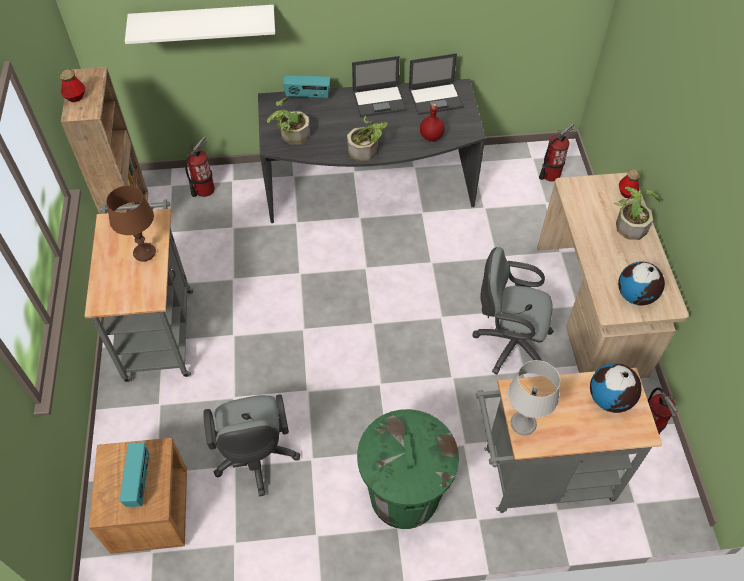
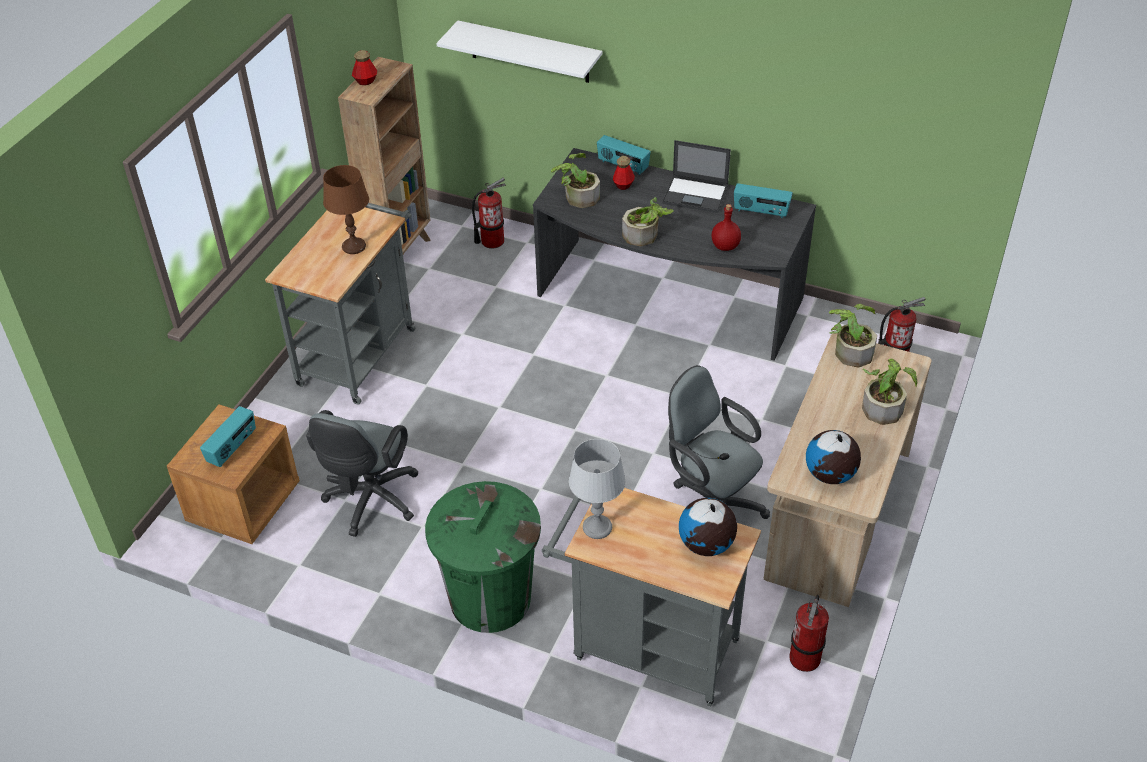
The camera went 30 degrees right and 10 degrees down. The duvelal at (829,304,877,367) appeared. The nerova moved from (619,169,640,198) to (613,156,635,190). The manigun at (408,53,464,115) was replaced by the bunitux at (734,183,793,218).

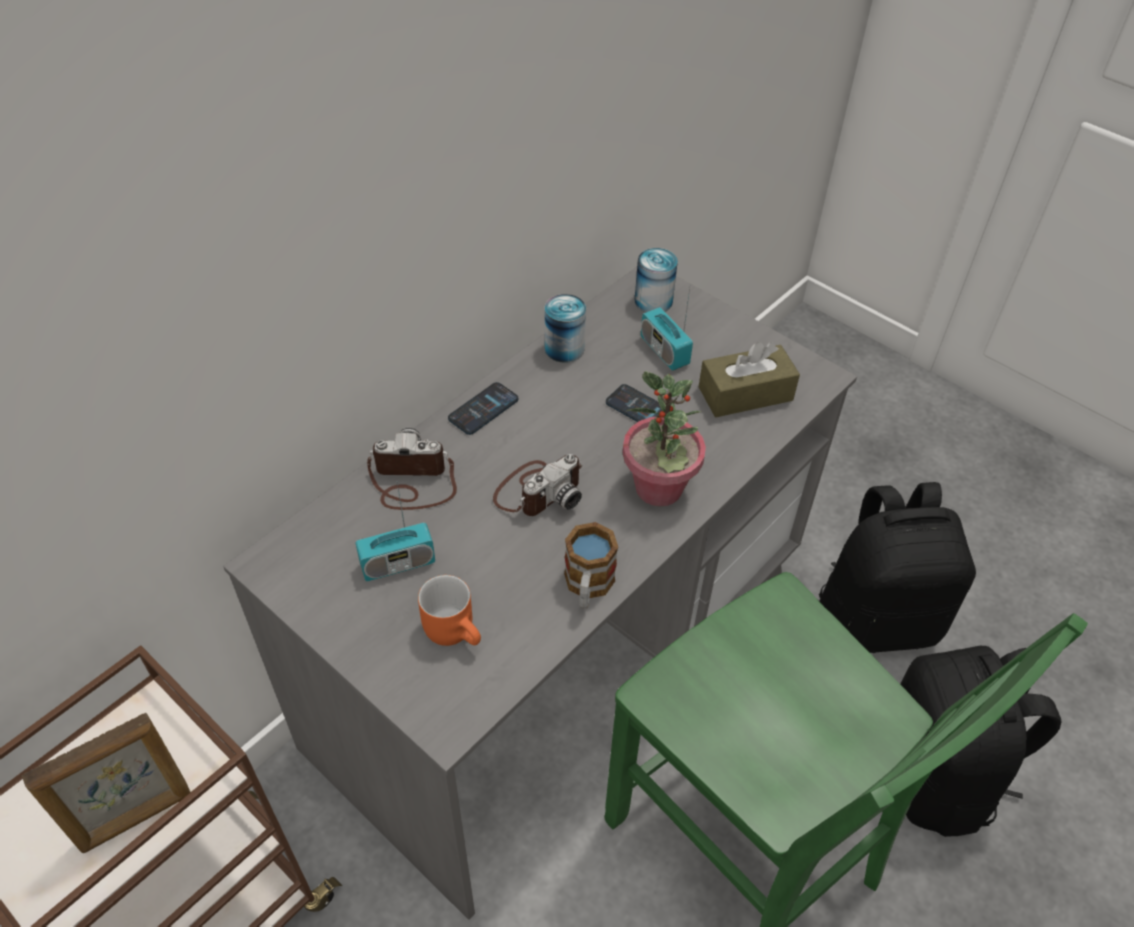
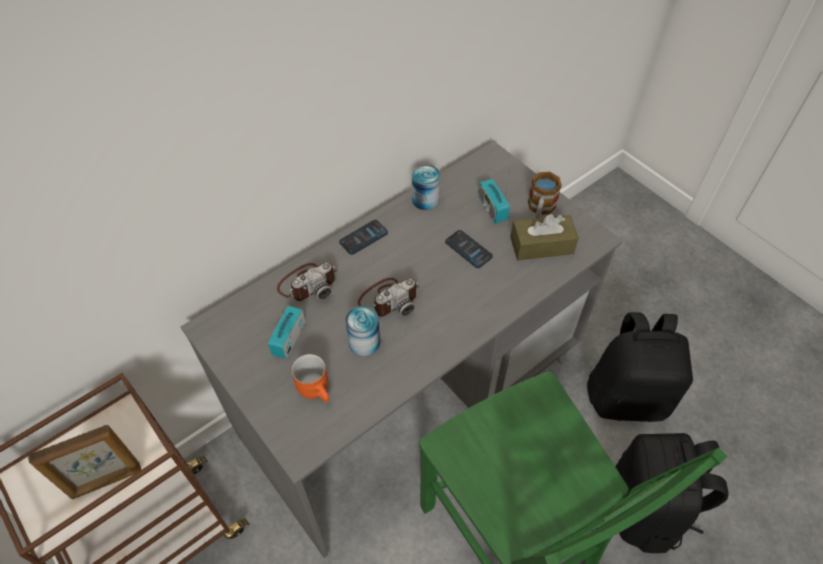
The camera went 10 degrees right and 5 degrees up. The duvelal at (623,371,706,506) disappeared. The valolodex moved from (564,522,618,608) to (528,172,562,218). The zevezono moved from (635,248,678,312) to (346,306,380,356). The bunitux at (355,483,435,581) turned 120 degrees clockwise. The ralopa at (367,428,457,510) turned 135 degrees clockwise.

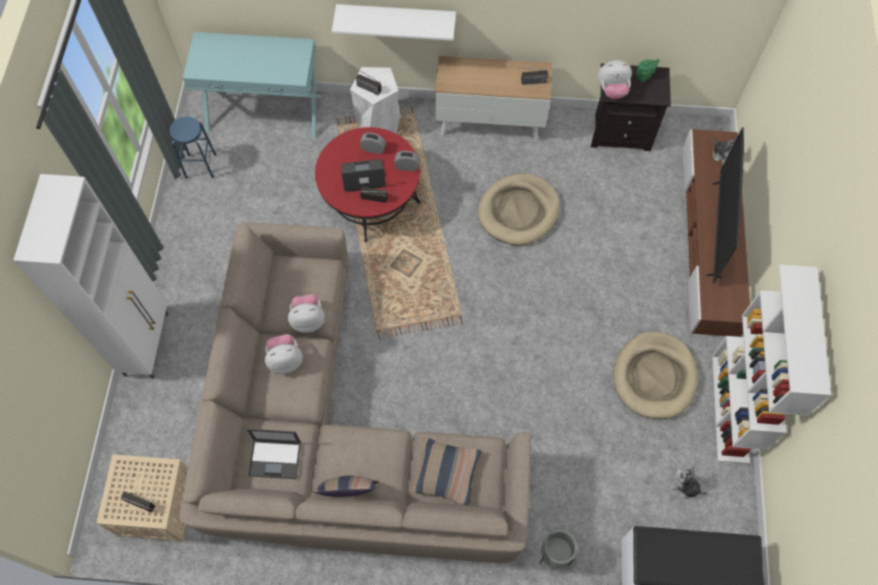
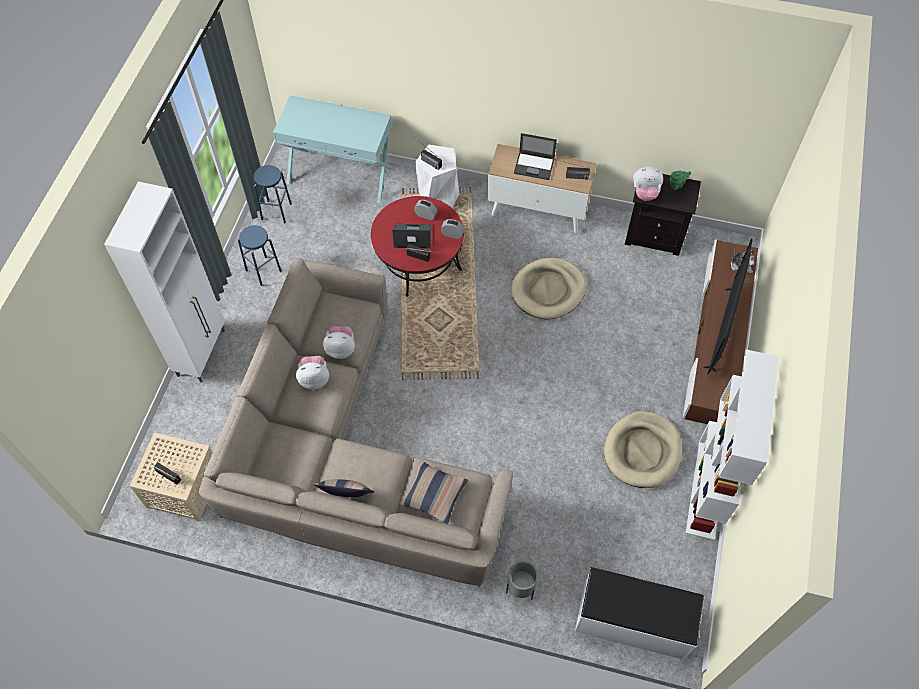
The camera went 10 degrees right and 5 degrees down. The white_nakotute at (332,4,456,41) disappeared. The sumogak at (669,466,707,499) disappeared. The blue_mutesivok at (238,225,282,286) appeared. The manigun moved from (247,429,301,479) to (514,133,557,180).

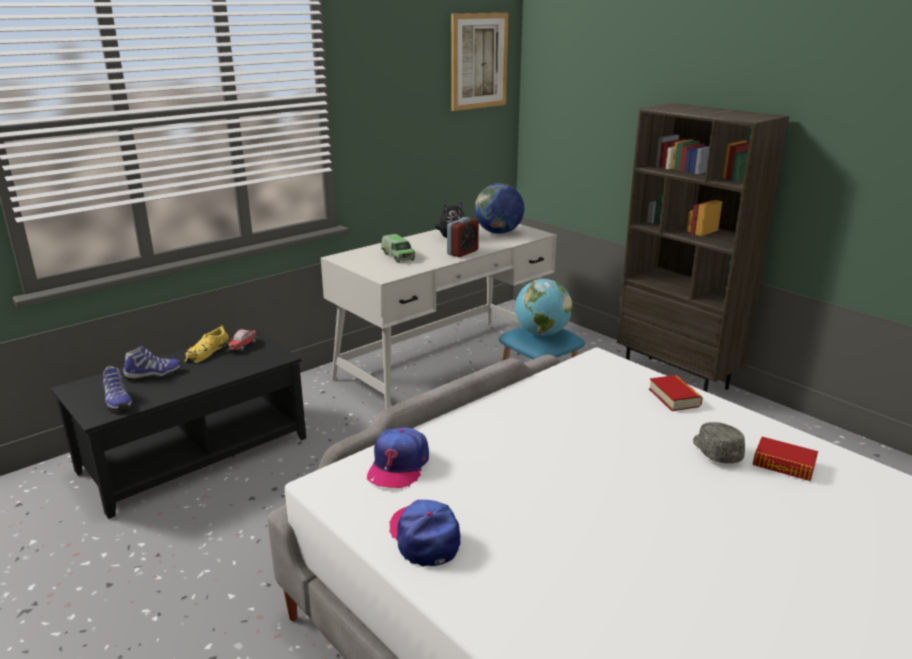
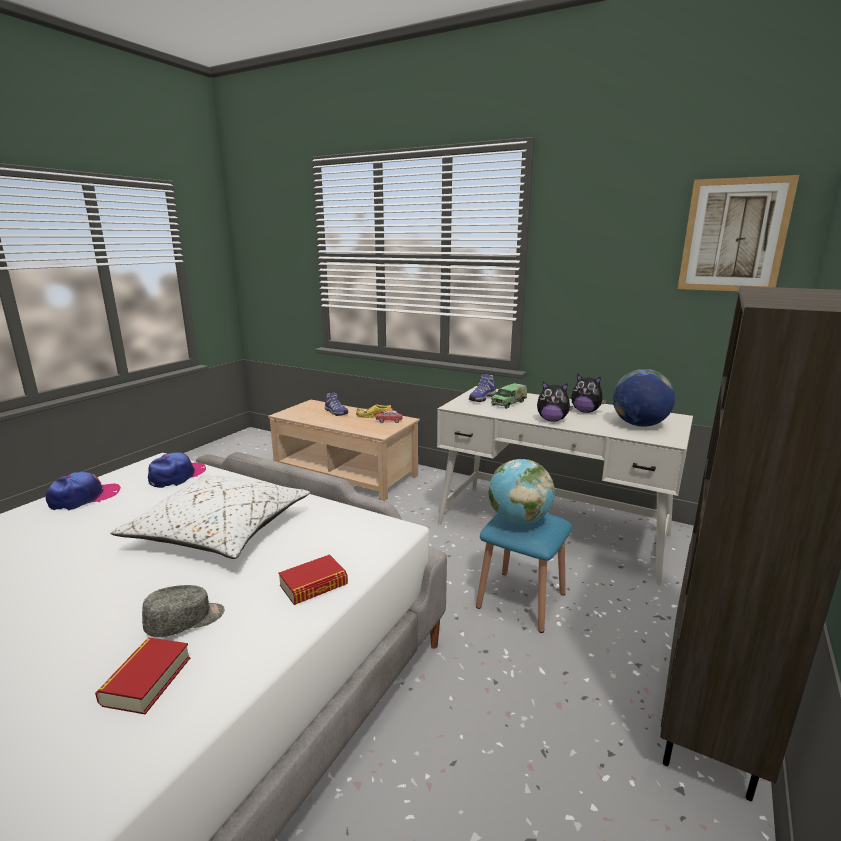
The camera went 70 degrees right and 5 degrees down. The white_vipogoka at (111,474,310,559) appeared. The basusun moved from (103,366,132,411) to (469,374,496,402). The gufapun at (447,217,479,257) was replaced by the sumogak at (537,381,573,422). The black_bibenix at (51,329,306,519) became the beige_bibenix at (268,400,420,501). The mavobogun at (367,427,429,488) turned 120 degrees clockwise.

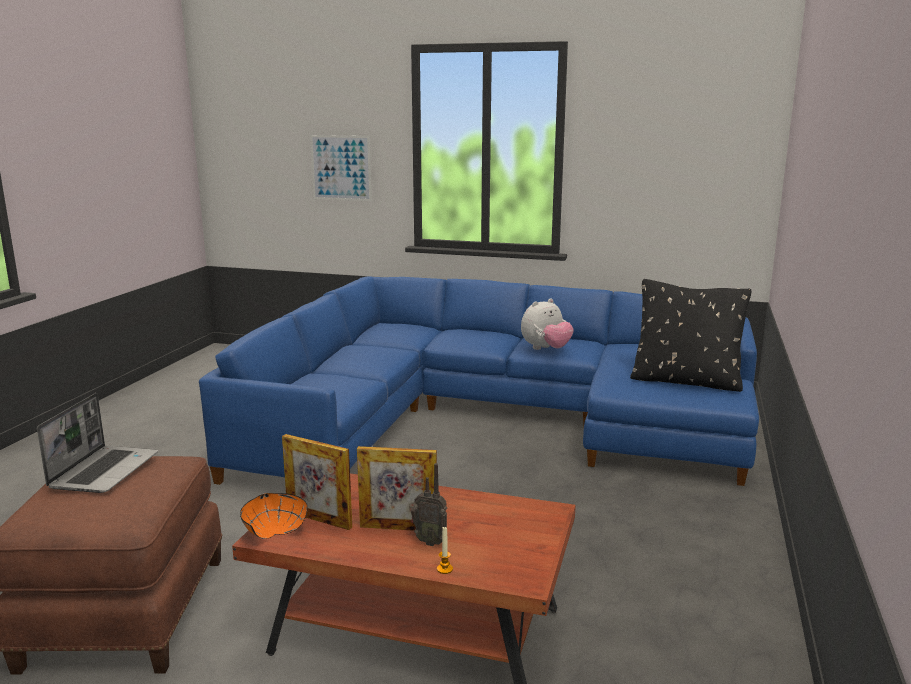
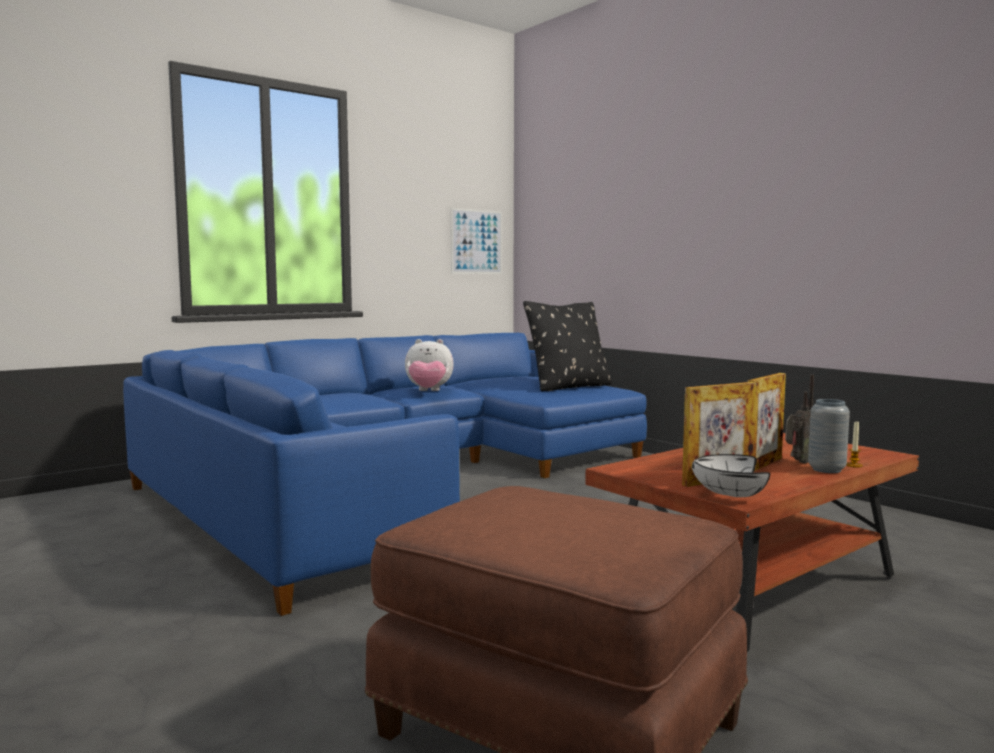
The camera went 55 degrees left and 10 degrees down. The manigun at (37,393,158,493) disappeared. The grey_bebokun at (808,399,850,473) appeared. The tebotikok moved from (310,135,372,201) to (451,208,502,274). The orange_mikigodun at (240,493,308,539) became the white_mikigodun at (692,454,770,497). The sumogak at (521,299,574,350) turned 90 degrees clockwise.

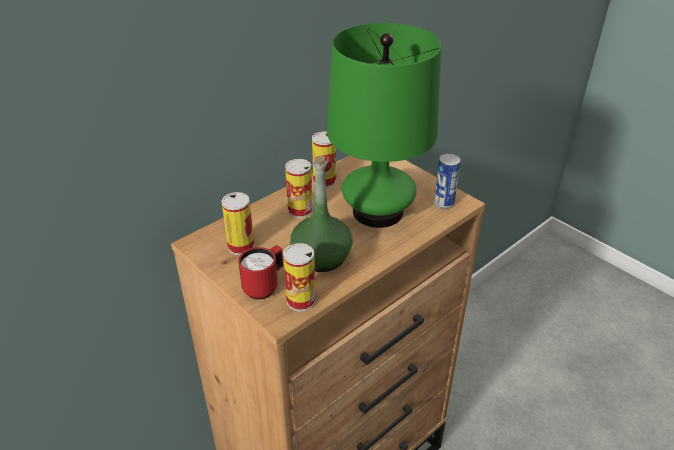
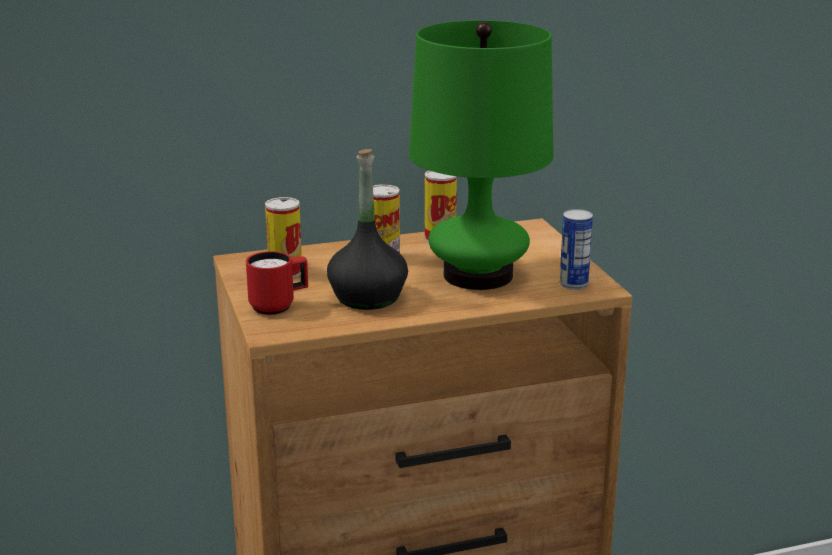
The camera went 25 degrees right and 15 degrees down. The zevezono at (283,243,316,312) disappeared. The green_nerova at (290,155,353,272) became the black_nerova at (327,149,408,310).

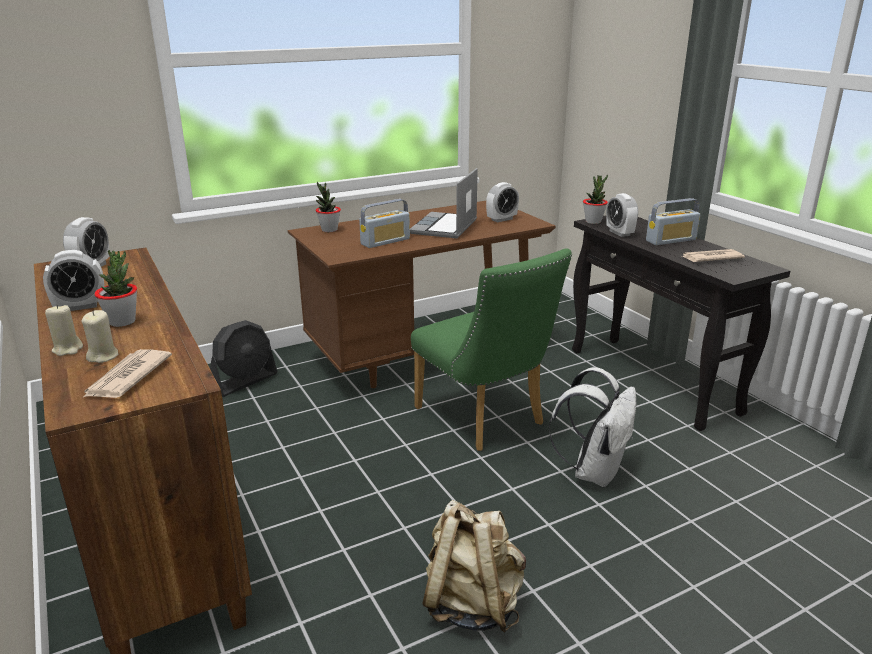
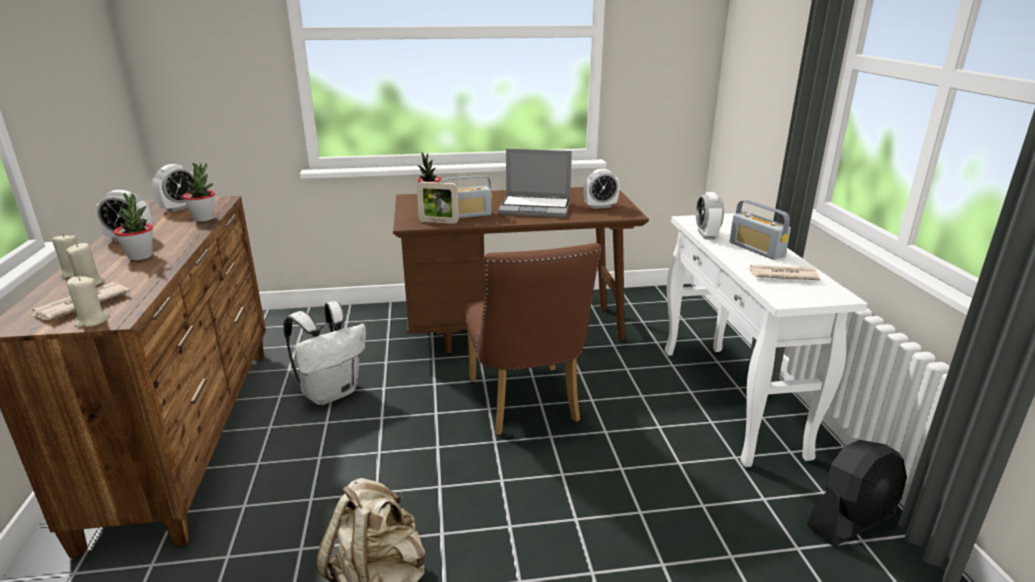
The camera went 20 degrees right and 0 degrees up. The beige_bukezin at (67,276,108,328) appeared. The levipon at (417,182,459,224) appeared. The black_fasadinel moved from (210,320,277,397) to (807,440,907,547). The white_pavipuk moved from (549,367,636,487) to (284,301,366,405). The duvelal moved from (583,174,608,224) to (183,163,215,222). The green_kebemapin at (411,249,572,451) became the brown_kebemapin at (464,243,601,435). The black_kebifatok at (572,215,790,431) became the white_kebifatok at (665,213,867,467). The manigun at (410,168,478,238) turned 120 degrees counterclockwise. The bunitux at (646,198,700,245) turned 60 degrees clockwise.

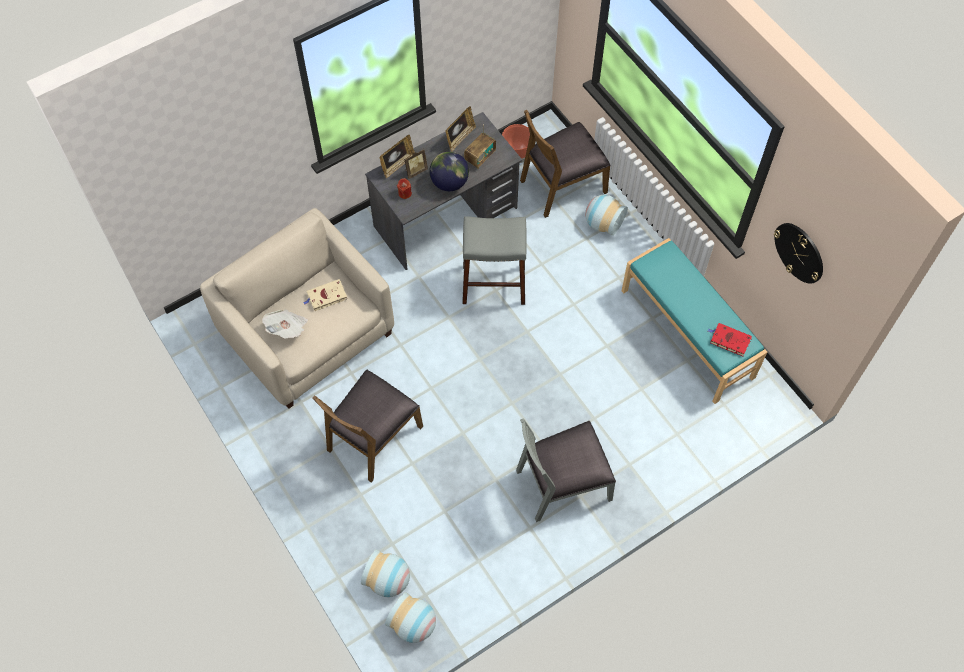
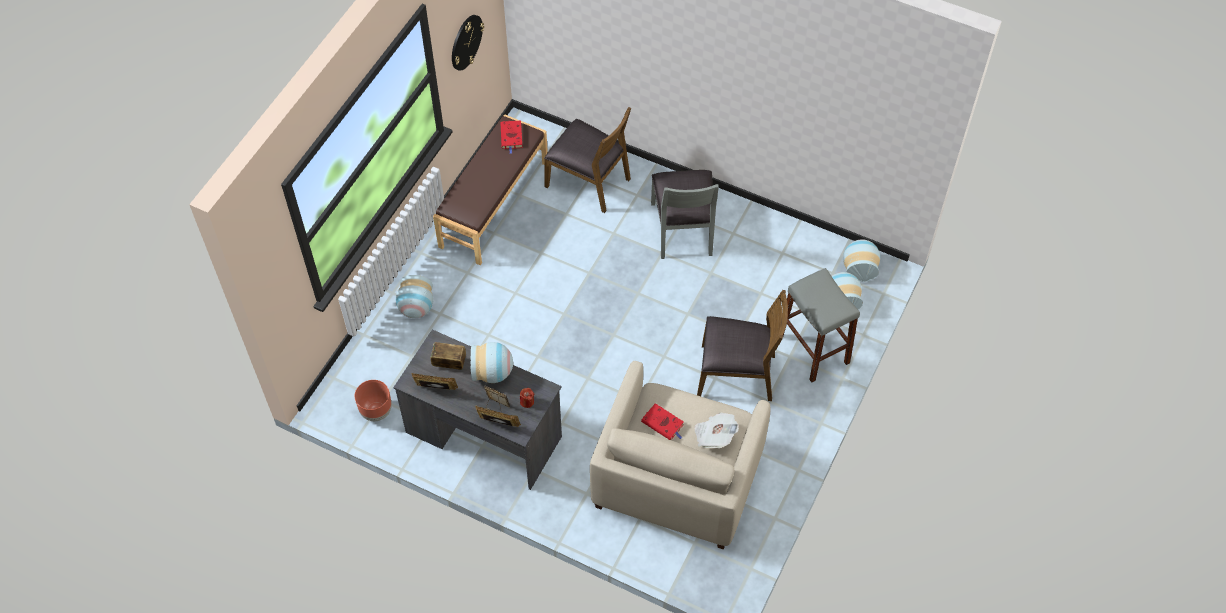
The camera went 120 degrees left and 5 degrees down. The grey_mutesivok moved from (462,216,527,305) to (783,268,860,383). The brown_kebemapin moved from (520,109,611,218) to (544,107,631,213). The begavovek at (429,152,469,191) was replaced by the bebokun at (470,342,513,383). The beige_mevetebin at (303,279,347,311) became the red_mevetebin at (641,403,684,440). The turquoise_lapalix at (622,238,767,404) became the brown_lapalix at (433,114,548,265). The grey_kebemapin at (516,418,616,522) turned 45 degrees clockwise.

